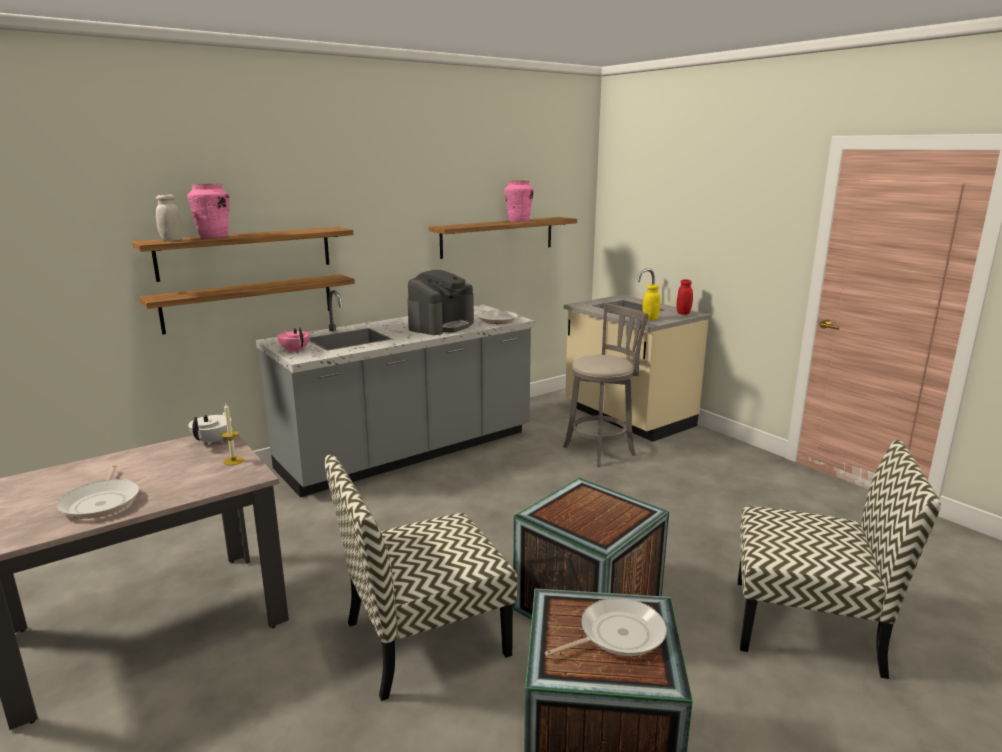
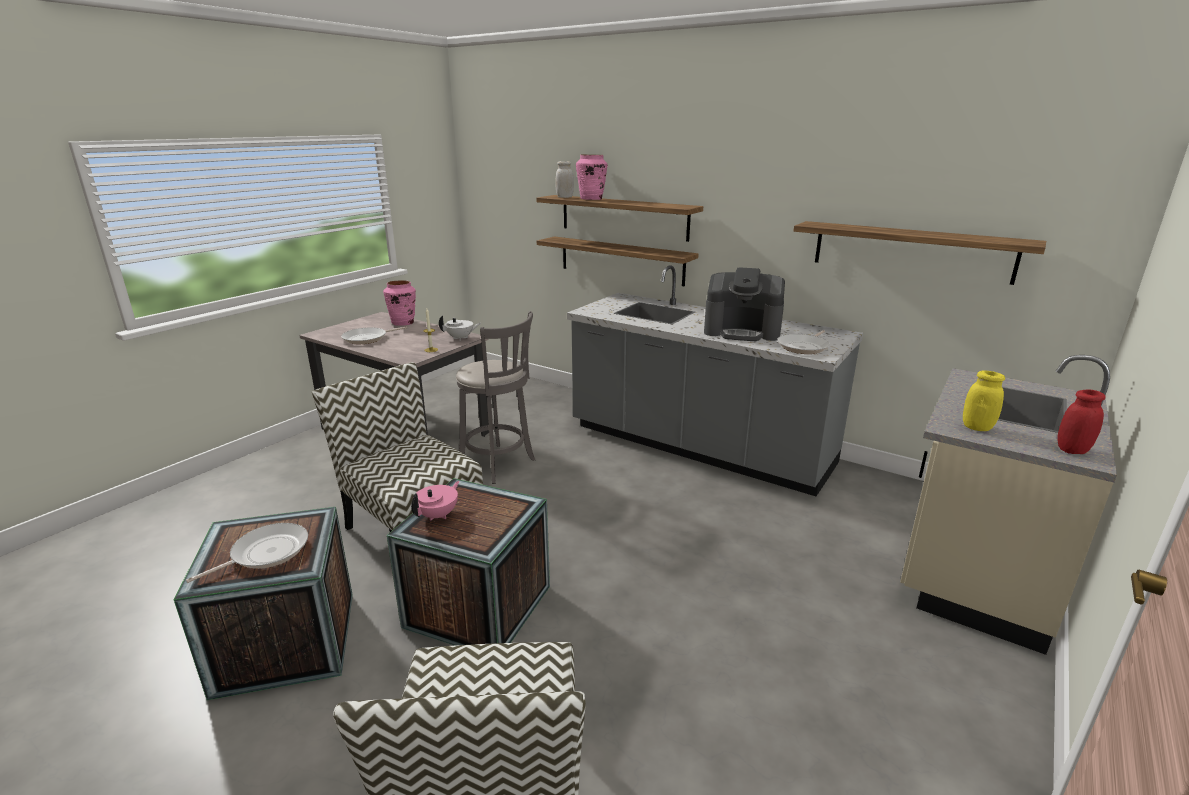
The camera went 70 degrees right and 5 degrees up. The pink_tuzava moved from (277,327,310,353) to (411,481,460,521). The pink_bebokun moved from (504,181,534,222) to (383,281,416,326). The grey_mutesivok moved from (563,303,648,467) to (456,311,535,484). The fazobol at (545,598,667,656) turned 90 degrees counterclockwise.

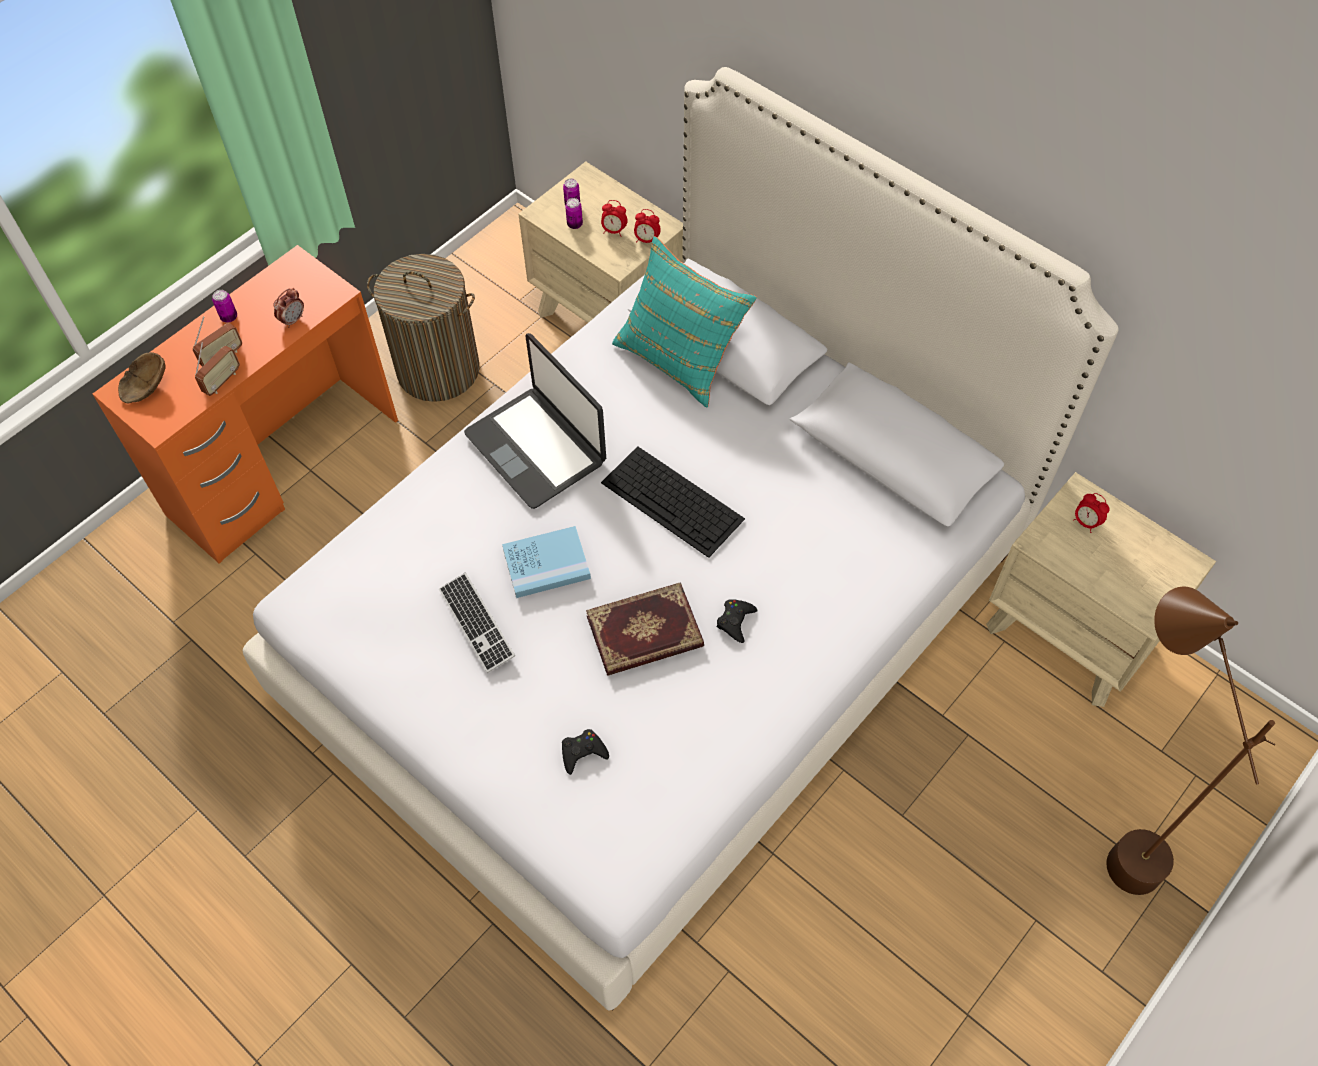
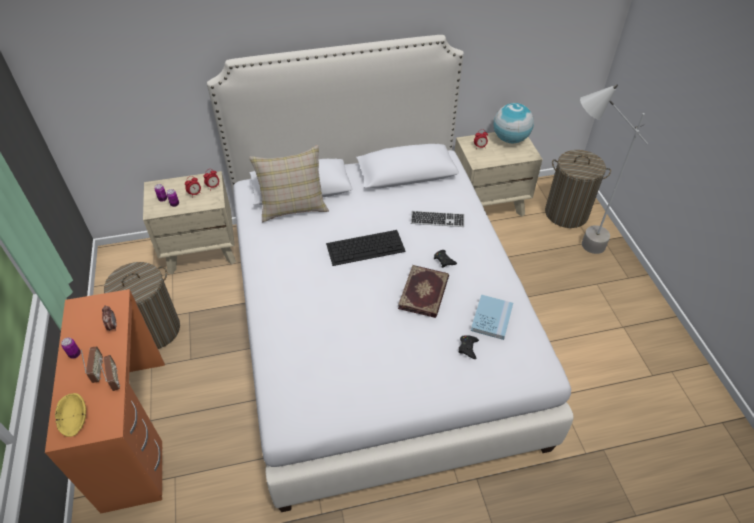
The camera went 55 degrees left and 10 degrees down. The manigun at (464,333,606,509) disappeared. The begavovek at (494,103,534,143) appeared. The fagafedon at (545,150,611,228) appeared. The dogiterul moved from (439,572,515,673) to (411,211,465,227). The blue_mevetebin moved from (502,526,591,598) to (471,294,513,340). The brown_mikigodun at (118,352,166,404) became the yellow_mikigodun at (55,393,86,437). The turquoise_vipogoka at (612,236,757,407) became the beige_vipogoka at (249,145,329,222). The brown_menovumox at (1106,587,1276,895) became the grey_menovumox at (580,85,648,254).

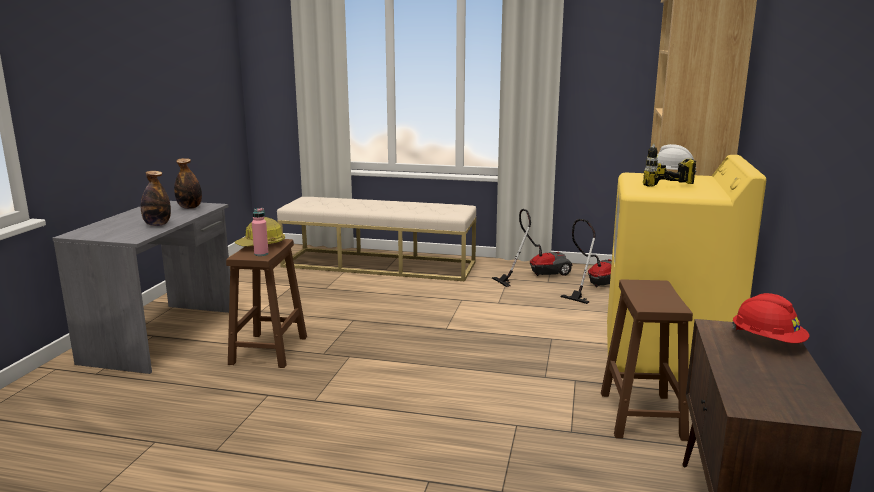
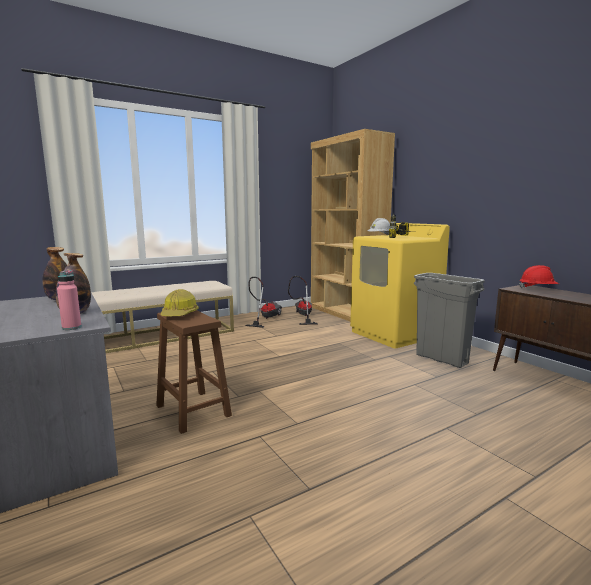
The camera went 45 degrees left and 5 degrees down. The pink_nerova moved from (252,208,269,256) to (57,270,82,330). The brown_mutesivok at (601,280,693,441) was replaced by the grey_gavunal at (414,273,485,368).

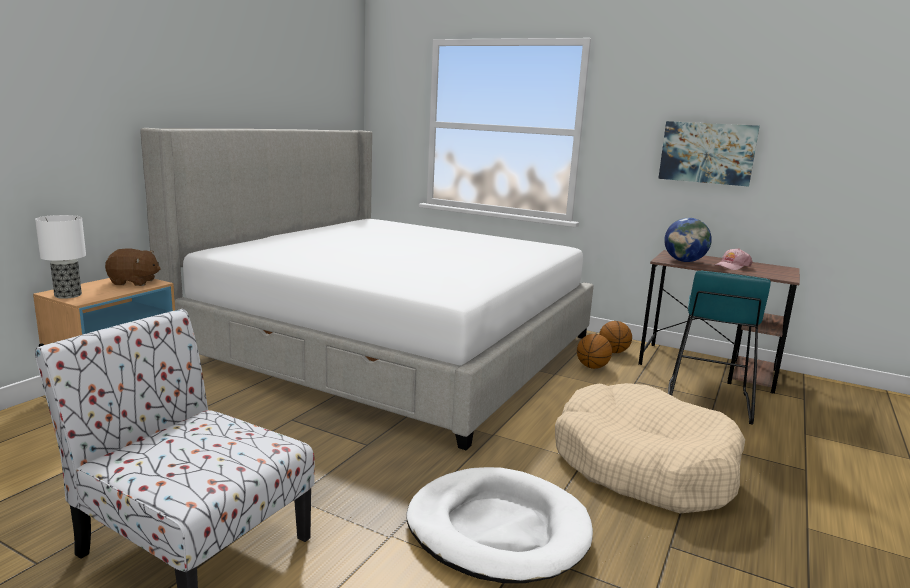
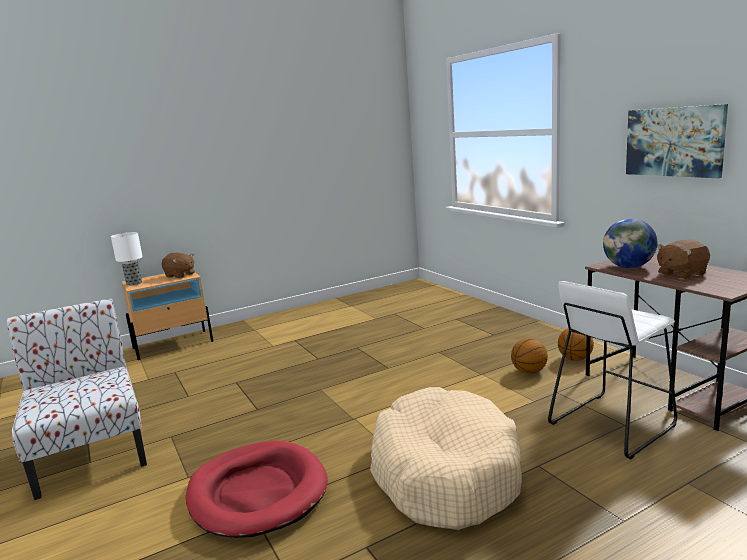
The camera went 35 degrees right and 0 degrees up. The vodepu at (140,128,594,450) disappeared. The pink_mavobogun at (715,248,753,270) was replaced by the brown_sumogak at (657,240,710,280). The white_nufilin at (406,467,593,583) became the red_nufilin at (186,440,328,538). The turquoise_mutesivok at (668,270,771,425) became the white_mutesivok at (548,281,677,459).

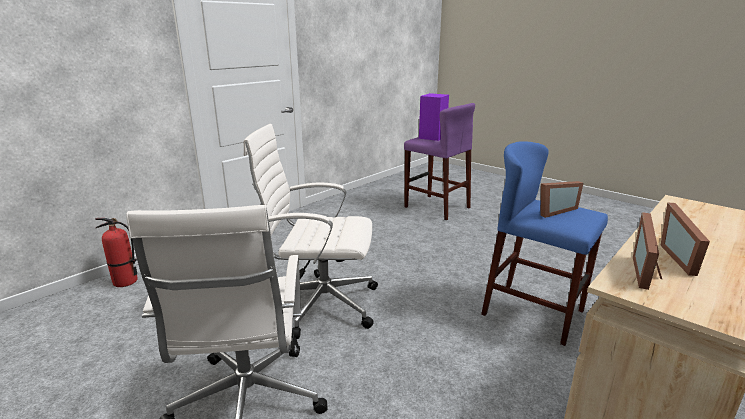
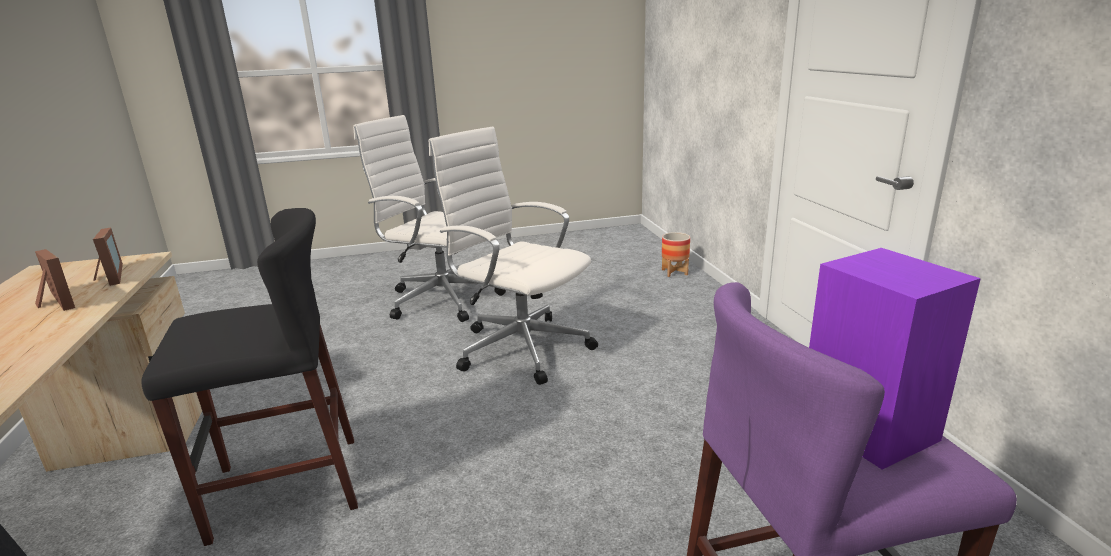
The camera went 125 degrees right and 0 degrees up. The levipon at (541,181,583,218) disappeared. The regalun at (95,218,138,287) was replaced by the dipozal at (662,232,690,277). The blue_mutesivok at (481,141,608,346) became the black_mutesivok at (141,208,358,546). The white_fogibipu at (243,124,378,339) turned 90 degrees counterclockwise.

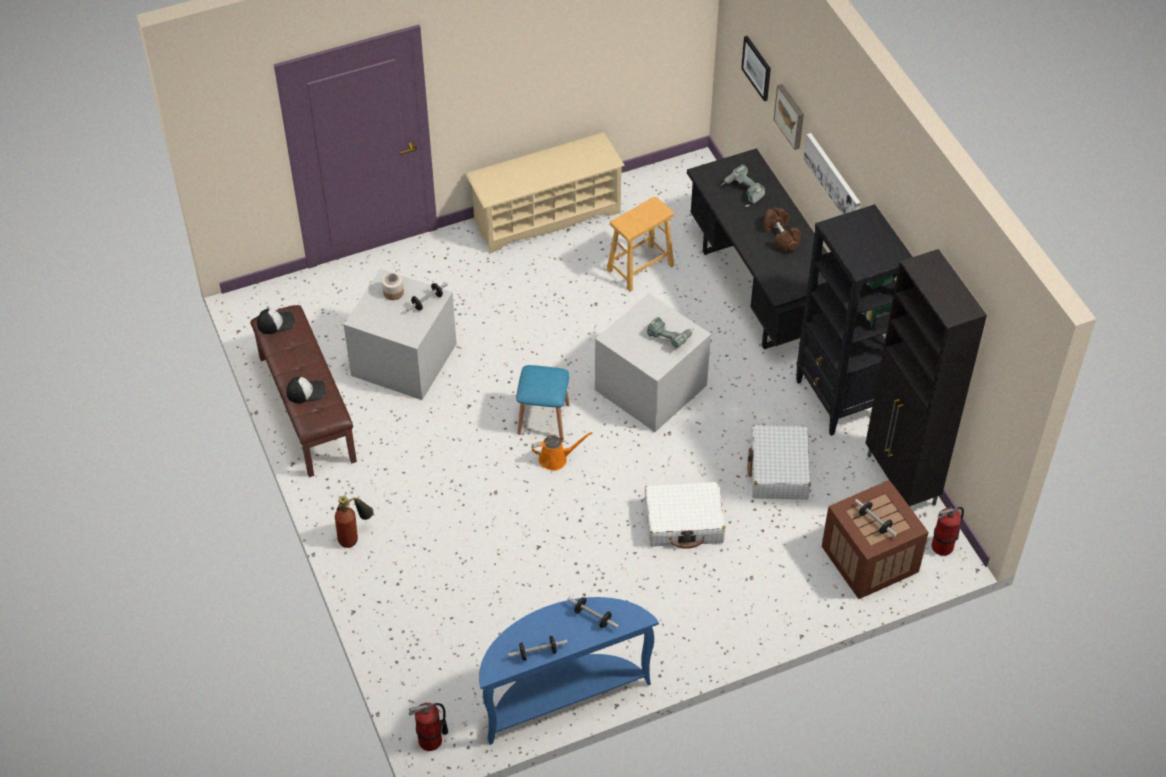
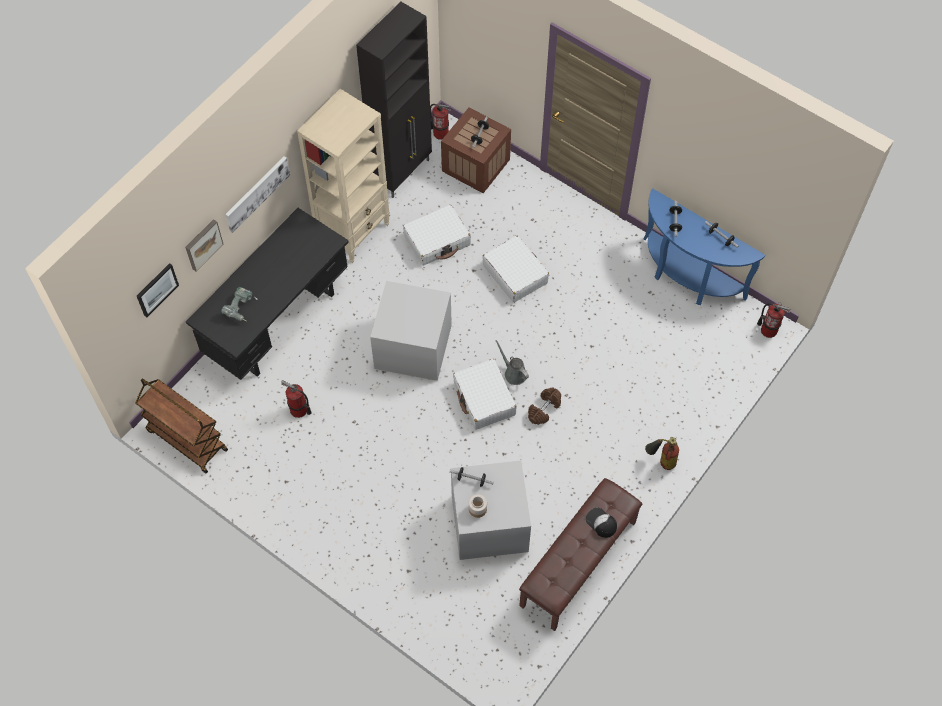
The camera went 120 degrees left and 10 degrees up. The mavobogun at (257,309,295,334) disappeared. The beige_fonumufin at (465,133,625,253) disappeared. The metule at (647,317,694,348) disappeared. The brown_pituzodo at (135,378,228,473) appeared. The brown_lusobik moved from (763,207,801,251) to (528,387,561,425). The blue_mutesivok at (516,365,570,438) was replaced by the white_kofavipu at (453,359,517,430). The brown_mutesivok at (607,197,674,292) was replaced by the regalun at (281,380,312,418). The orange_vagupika at (531,432,593,471) became the grey_vagupika at (495,340,529,385). The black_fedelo at (796,204,912,436) became the beige_fedelo at (297,89,390,263).

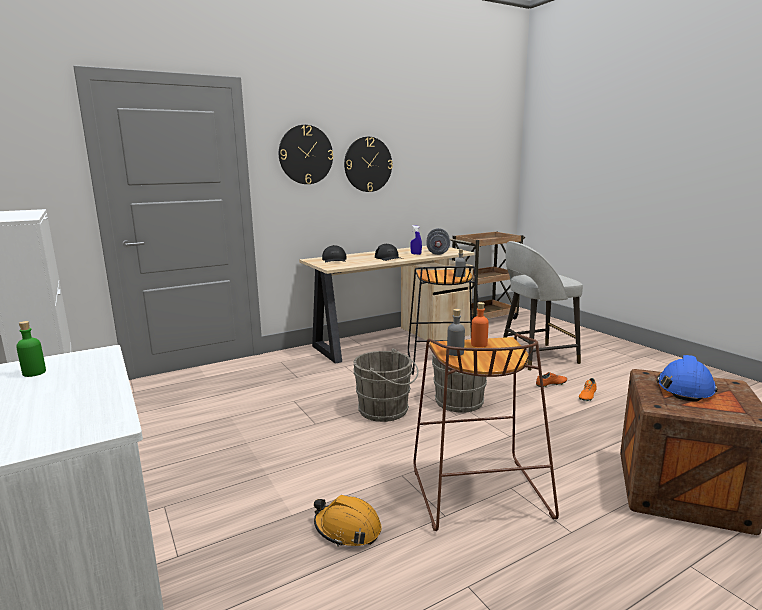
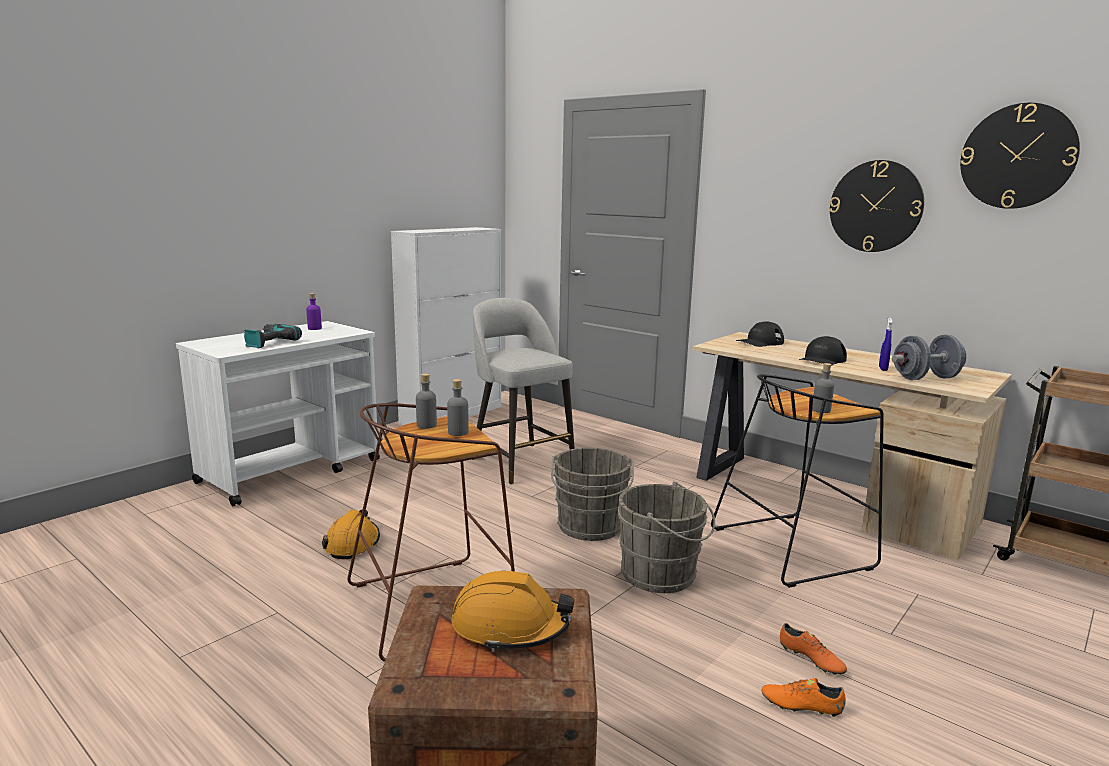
The camera went 70 degrees right and 0 degrees up. The metule at (244,324,302,348) appeared. The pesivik moved from (279,125,333,184) to (960,103,1080,209). The grey_mutesivok moved from (503,241,583,371) to (472,298,575,484). The green_nerova at (16,321,46,377) became the purple_nerova at (306,293,322,330). The orange_nerova at (471,302,489,348) became the grey_nerova at (447,379,469,436). The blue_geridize at (657,355,718,402) became the orange_geridize at (451,571,575,652).

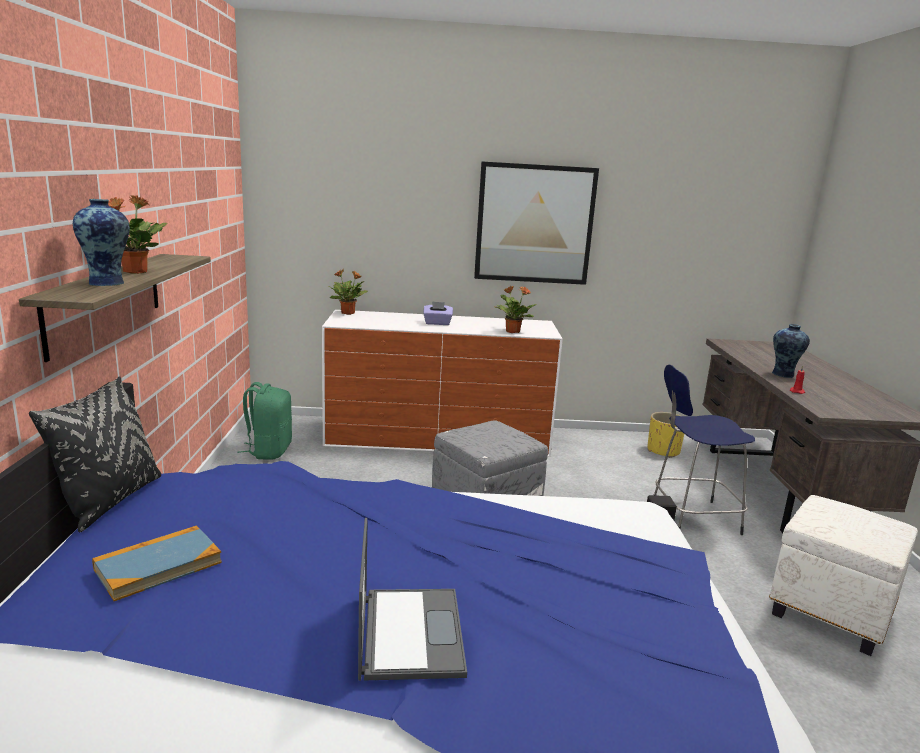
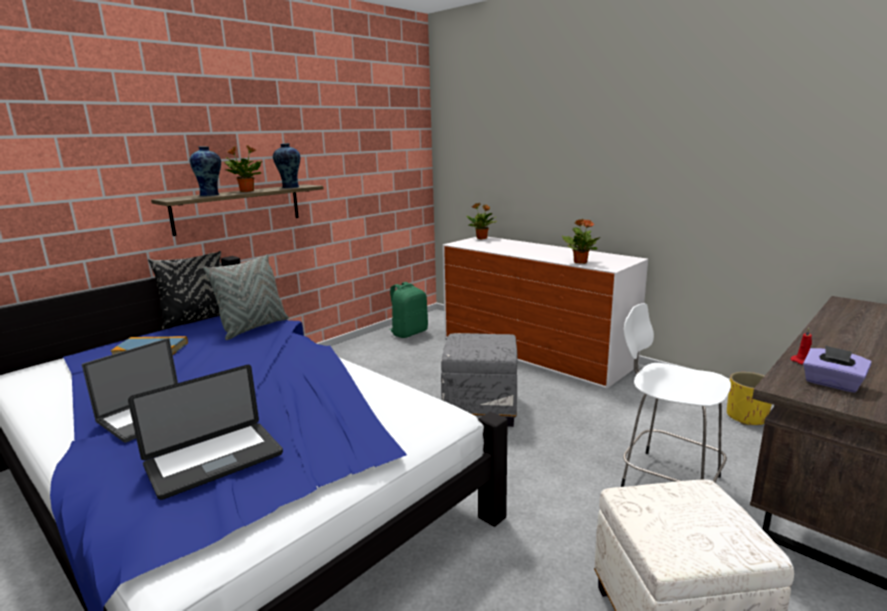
The camera went 45 degrees right and 0 degrees up. The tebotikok at (474,162,599,285) disappeared. The manigun at (128,365,283,500) appeared. The grey_vipogoka at (203,254,289,340) appeared. The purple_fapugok moved from (423,301,453,325) to (803,345,872,393). The bebokun moved from (772,324,810,378) to (273,143,300,188). The blue_mutesivok at (654,365,755,535) became the white_mutesivok at (621,303,731,487).

